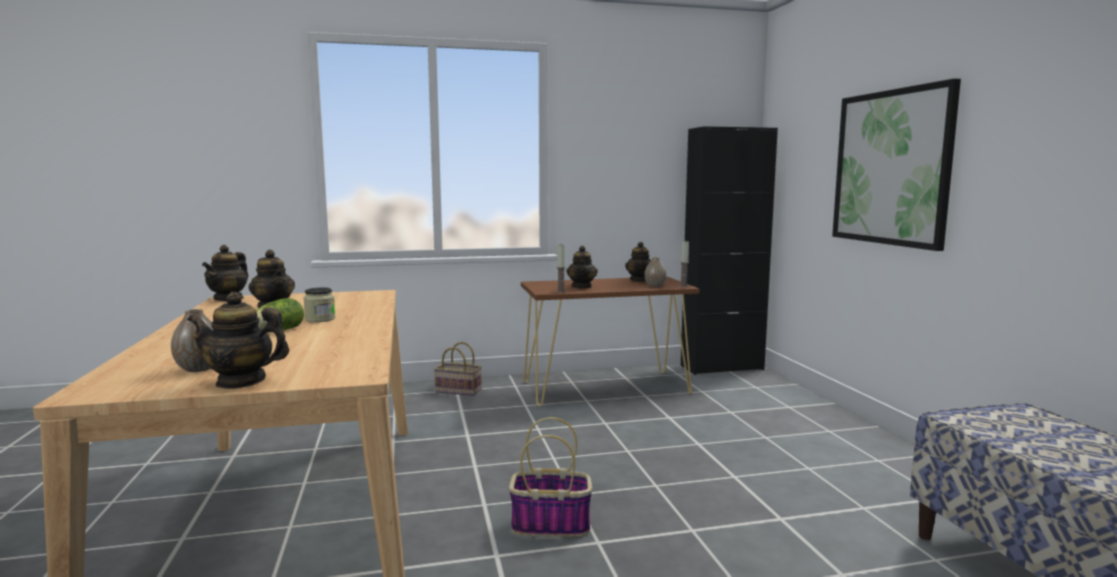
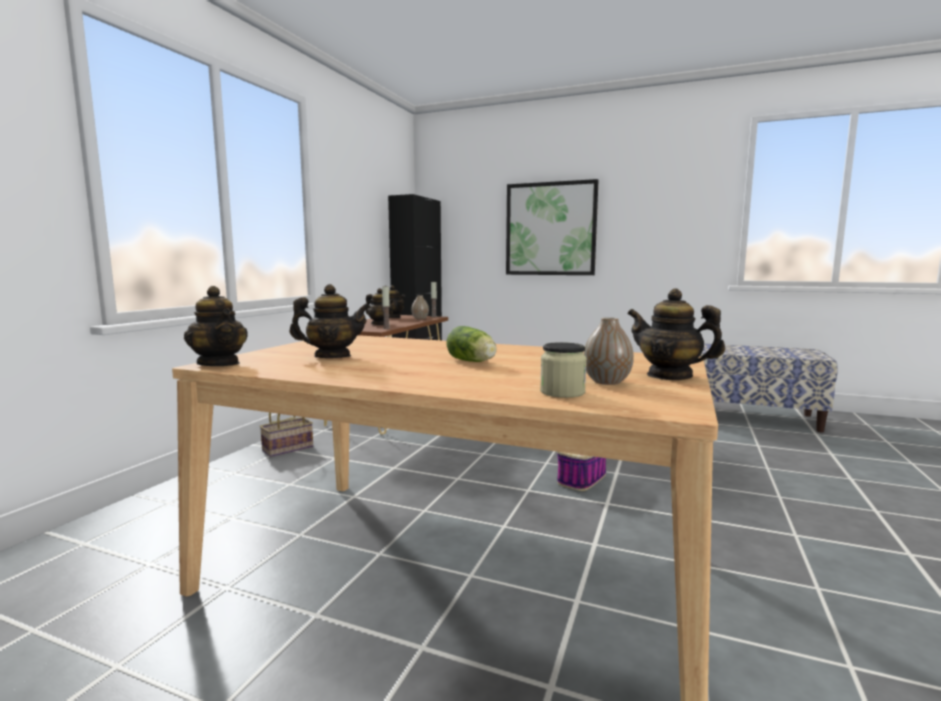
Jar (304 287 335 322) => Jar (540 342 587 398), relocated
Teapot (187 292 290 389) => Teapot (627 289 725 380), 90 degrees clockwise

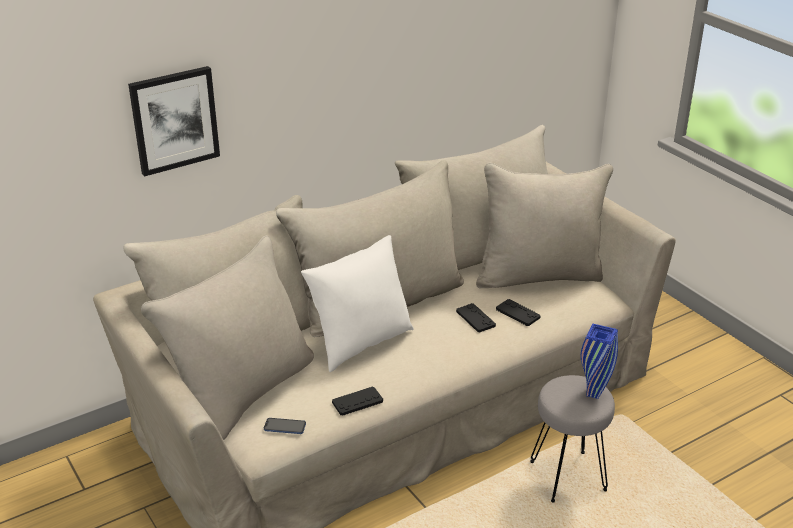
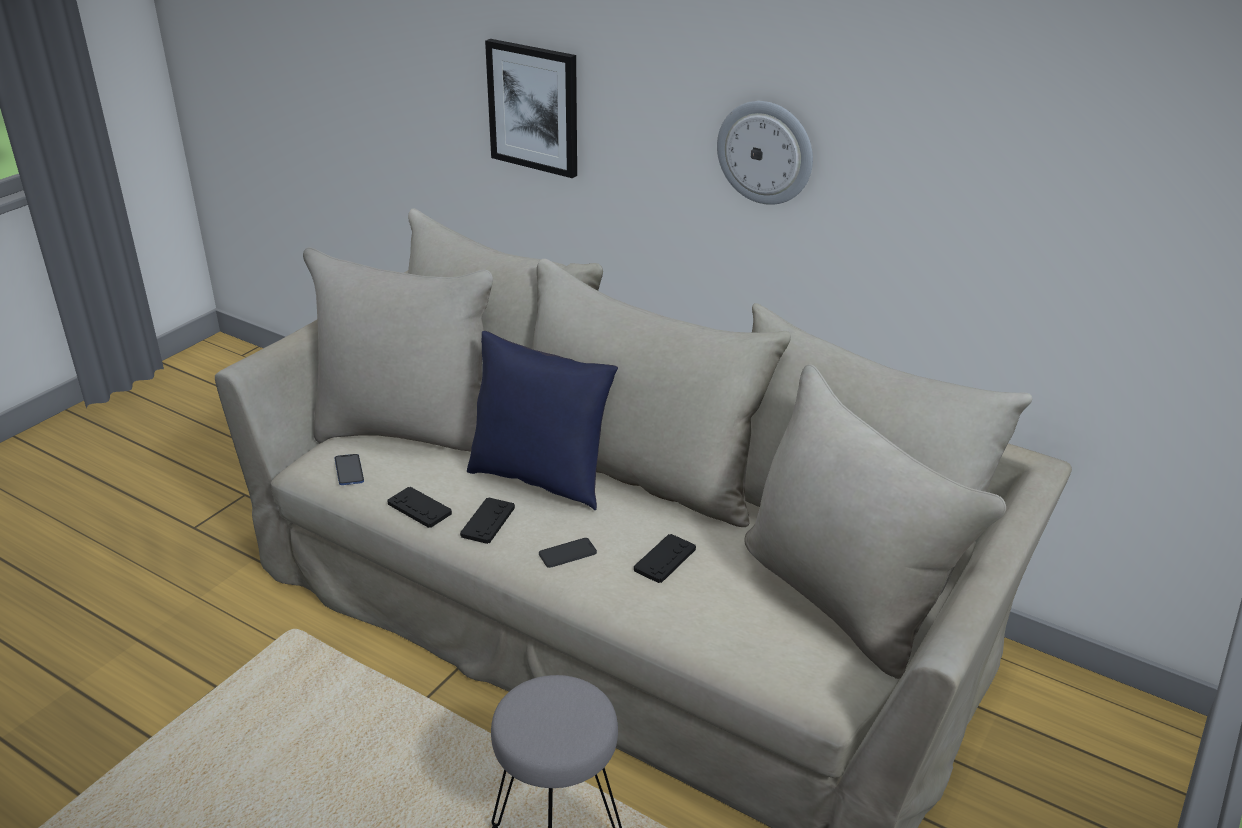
WhitePillow (301 235 414 372) => BluePillow (467 331 618 510)
BlackGameController (496 299 541 326) => BlackGameController (460 497 515 544), relocated
BlueVase (581 324 618 399) => nothing
nothing => WallClock (717 101 813 205)
nothing => Phone (539 538 597 568)

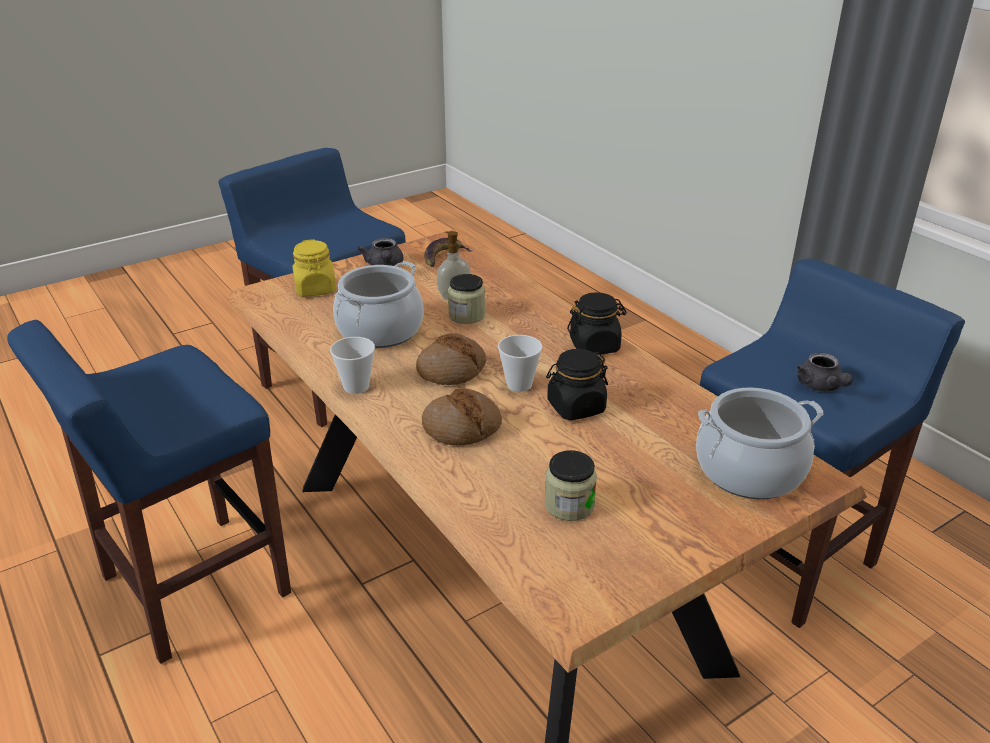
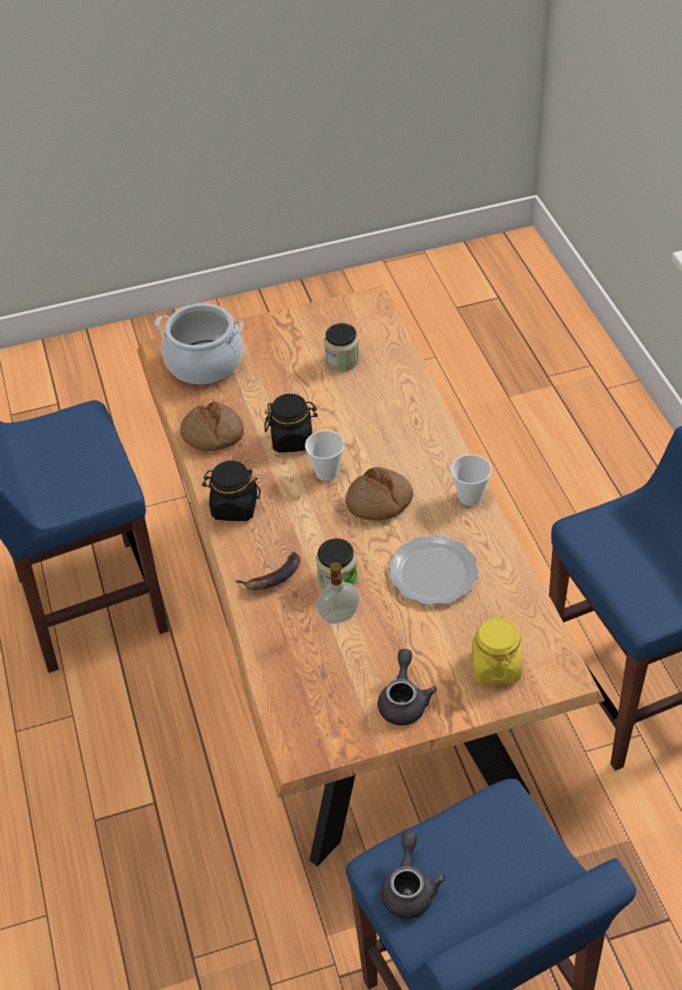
Banana (424 238 473 267) => Banana (235 552 301 590), relocated
CookingPot (333 261 424 348) => Plate (389 535 479 606)
GreyTeapot (797 353 853 392) => GreyTeapot (381 831 446 919), relocated
Bread (422 388 502 446) => Bread (181 402 244 451), relocated

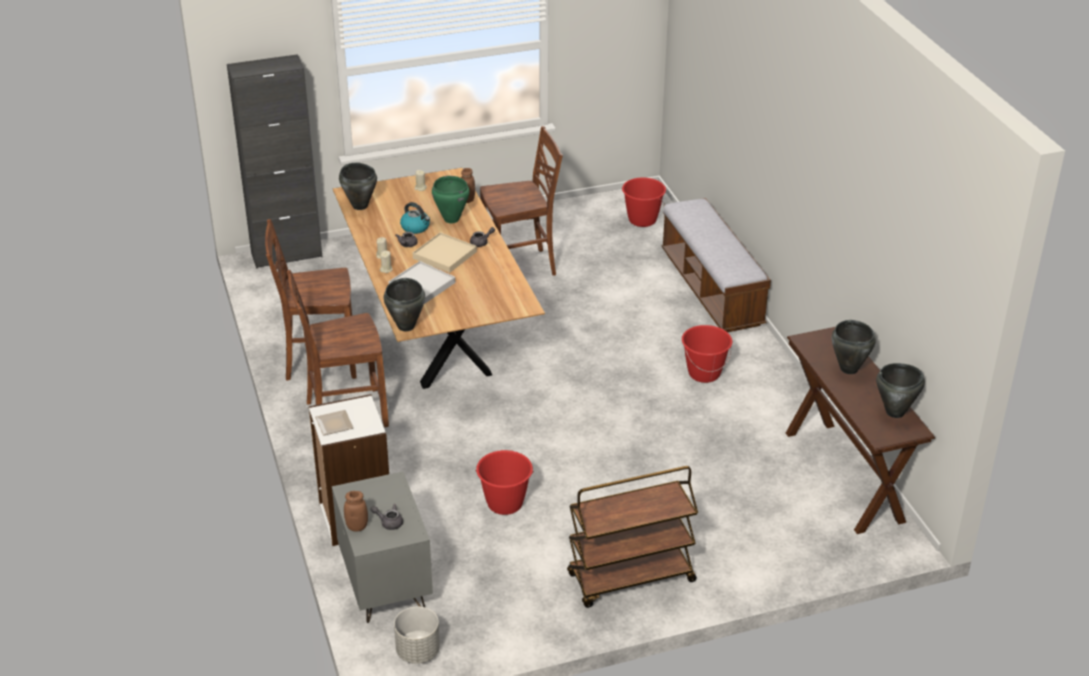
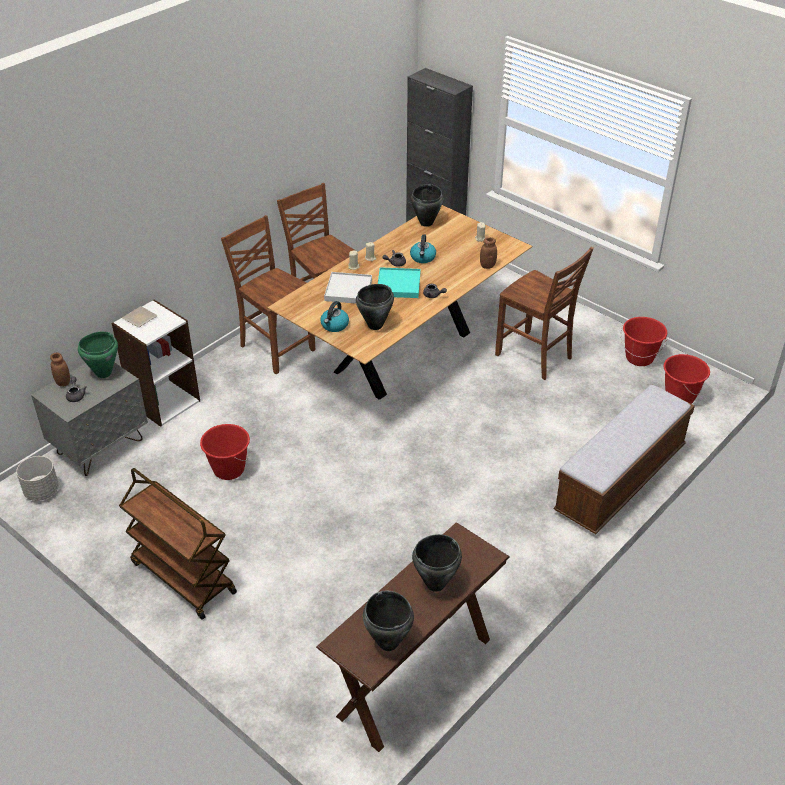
GreenCookingPot (432 176 470 223) => GreenCookingPot (78 331 118 378), relocated
BeigeTray (413 232 477 273) => TurquoiseTray (378 267 420 298)
BlackCookingPot (384 278 425 331) => BlackCookingPot (356 284 394 330), relocated
RedBucket (682 325 732 383) => RedBucket (621 317 667 366), relocated
nothing => Kettle (320 301 349 332)

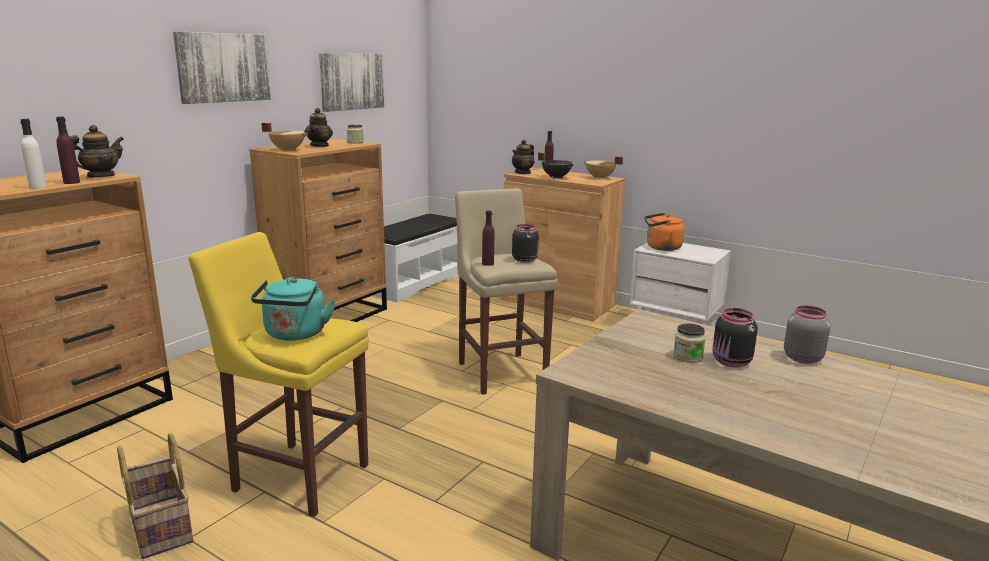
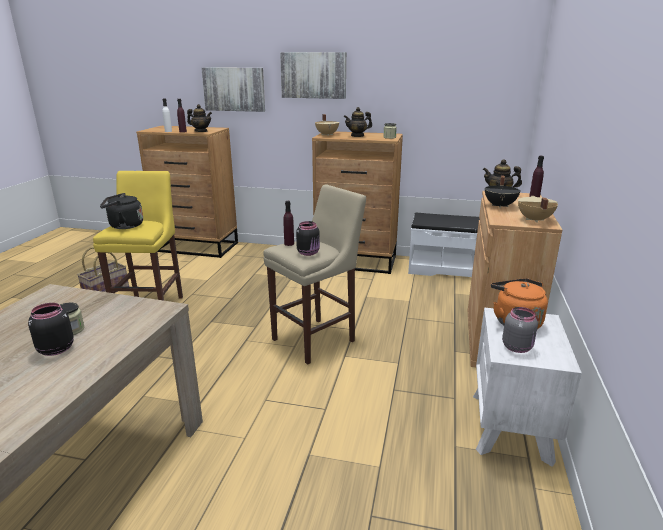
Picture (319 53 384 112) => Picture (201 67 265 112), relocated
TurquoiseKettle (251 277 335 341) => BlackKettle (100 193 143 229)
GreyJar (784 305 831 364) => GreyJar (502 307 538 353), relocated

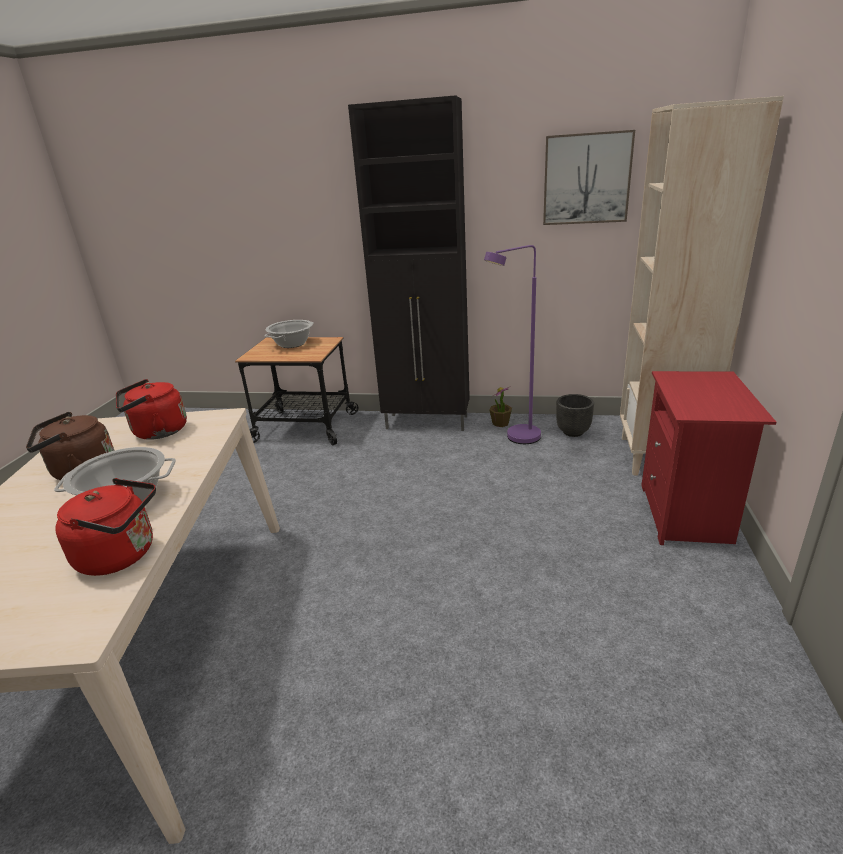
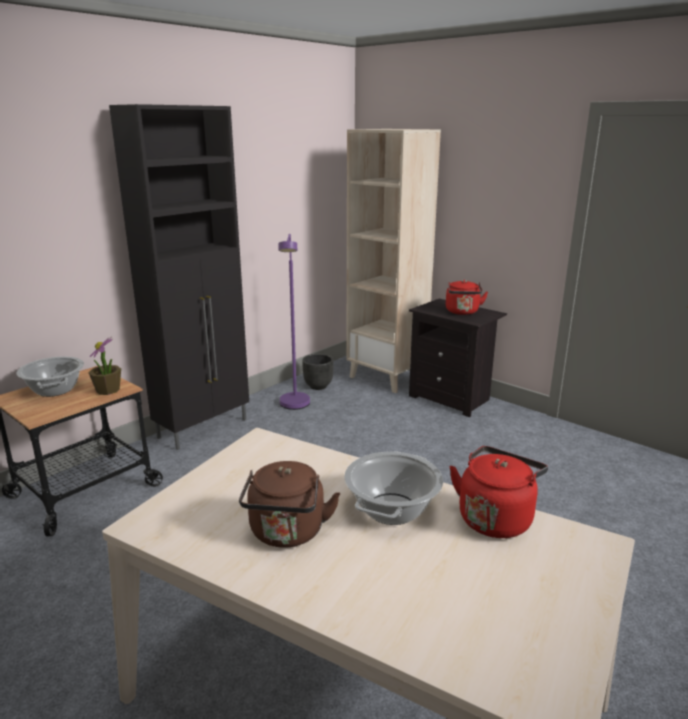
Picture (543 130 635 225) => nothing
RedNightstand (641 371 776 545) => BlackNightstand (409 299 507 417)
RedKettle (116 379 187 440) => RedKettle (446 280 488 315), relocated
PottedPlant (490 386 512 427) => PottedPlant (88 338 121 395), relocated

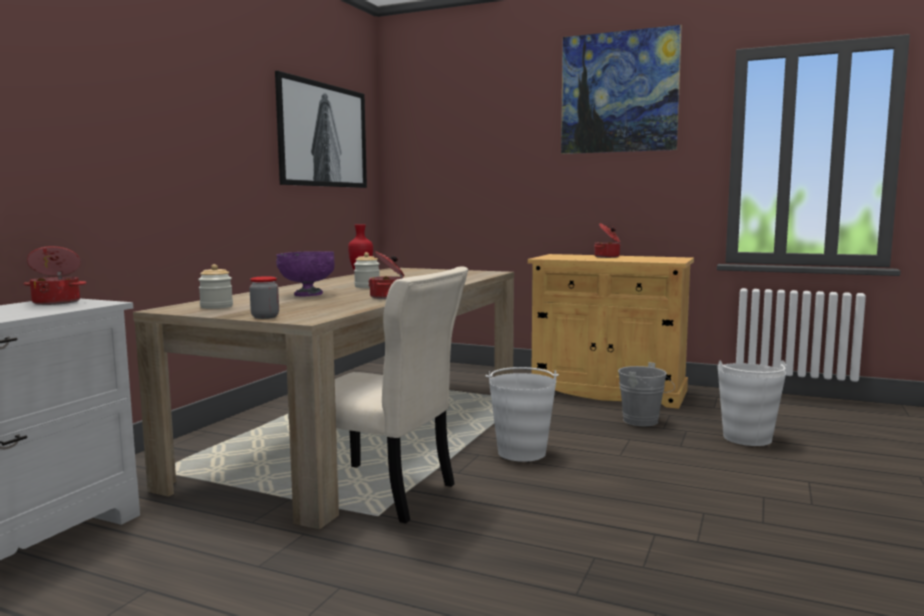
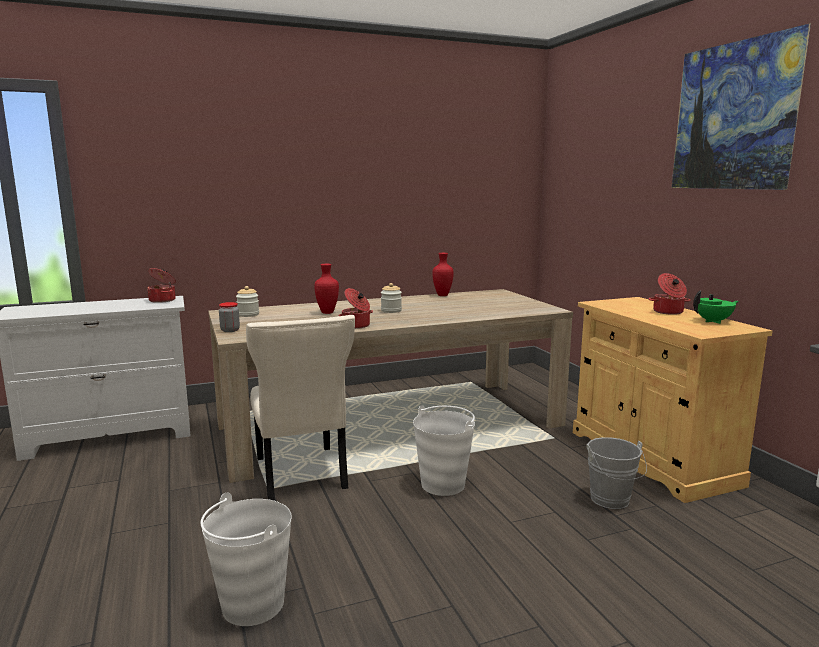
Picture (275 71 367 188) => nothing
PurpleBowl (276 251 335 296) => RedVase (314 264 339 314)
WhiteBucket (717 360 788 446) => WhiteBucket (200 493 292 626), relocated
nothing => GreenTeapot (693 291 738 324)

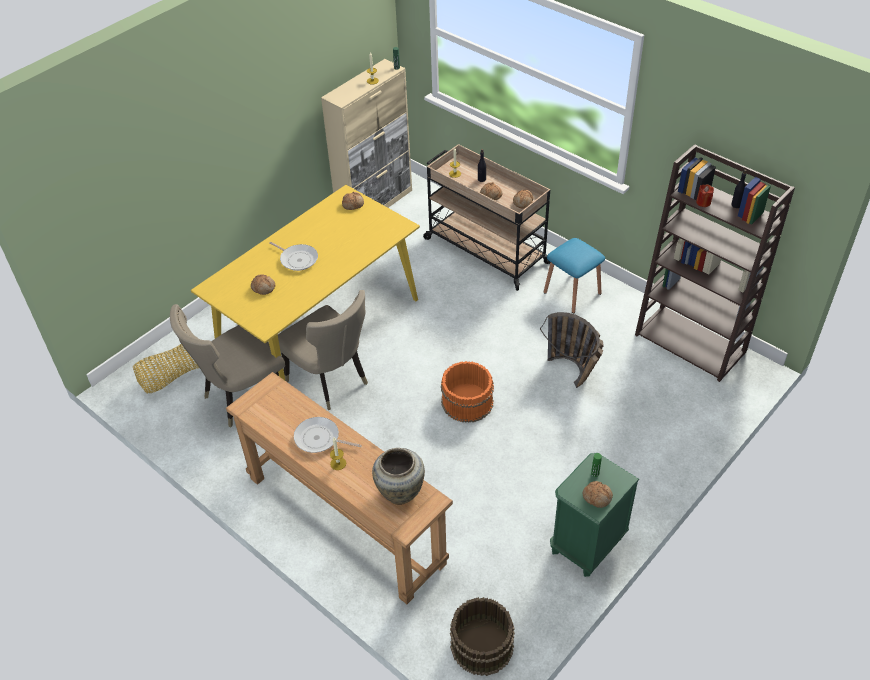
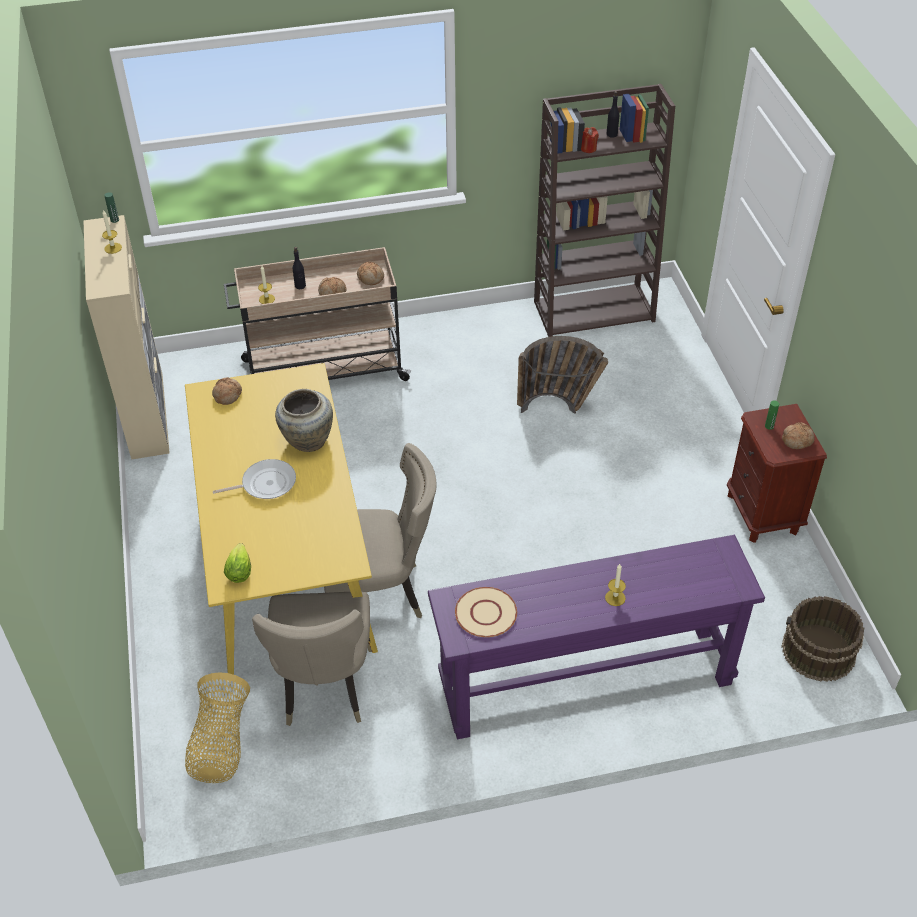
BlueStool (544 238 605 313) => nothing
Bread (251 274 275 295) => nothing
OrangeBucket (441 361 494 423) => nothing
BrownConsoleTable (226 372 453 604) => PurpleConsoleTable (428 535 765 739)
FryingPan (294 417 362 453) => nothing
BeigeVase (372 448 425 505) => BeigeVase (275 389 333 452), relocated
GreenNightstand (550 453 639 577) => BrownNightstand (727 404 827 543)
nothing => Lettuce (224 543 251 583)
nothing => BeigePlate (455 587 517 637)

